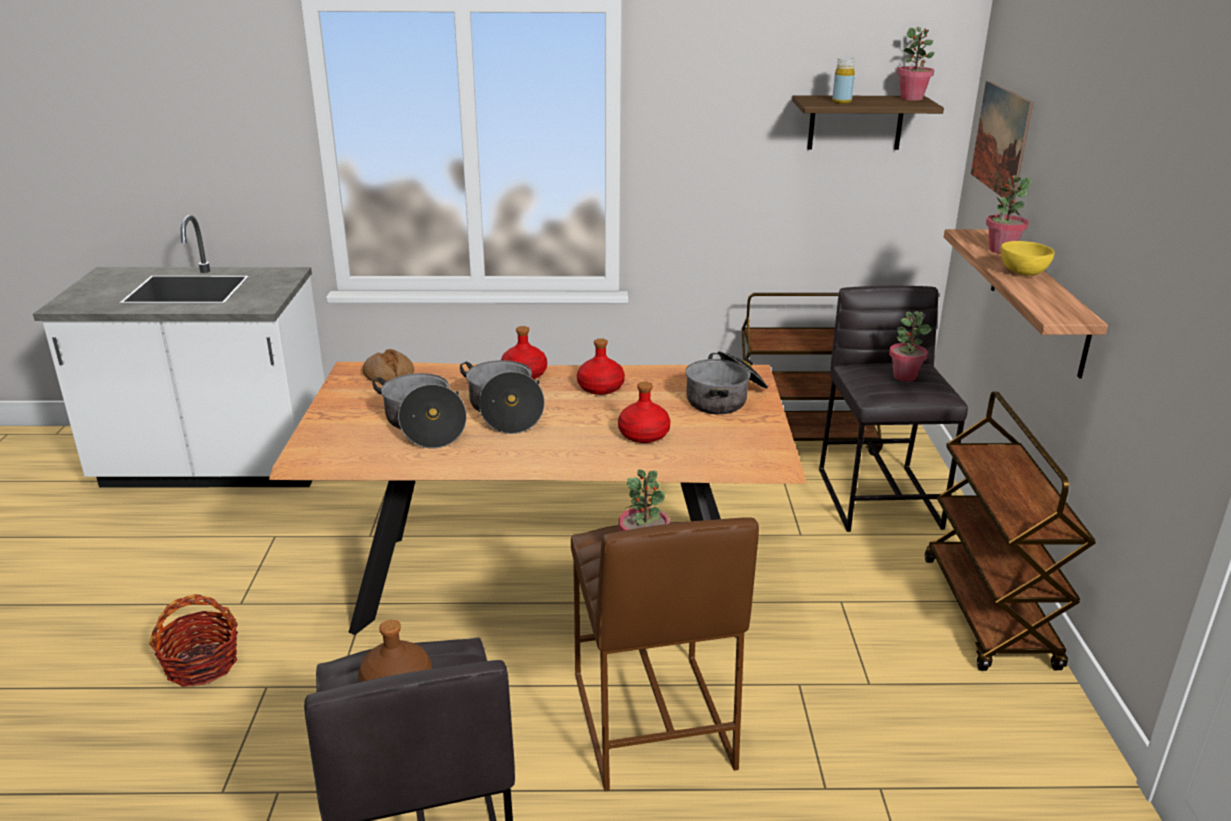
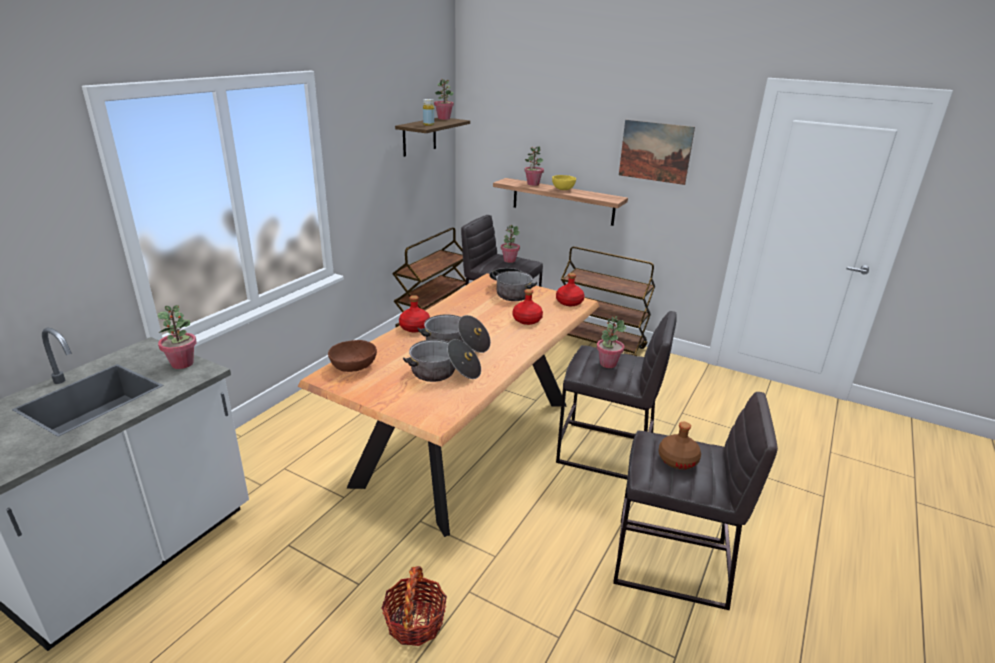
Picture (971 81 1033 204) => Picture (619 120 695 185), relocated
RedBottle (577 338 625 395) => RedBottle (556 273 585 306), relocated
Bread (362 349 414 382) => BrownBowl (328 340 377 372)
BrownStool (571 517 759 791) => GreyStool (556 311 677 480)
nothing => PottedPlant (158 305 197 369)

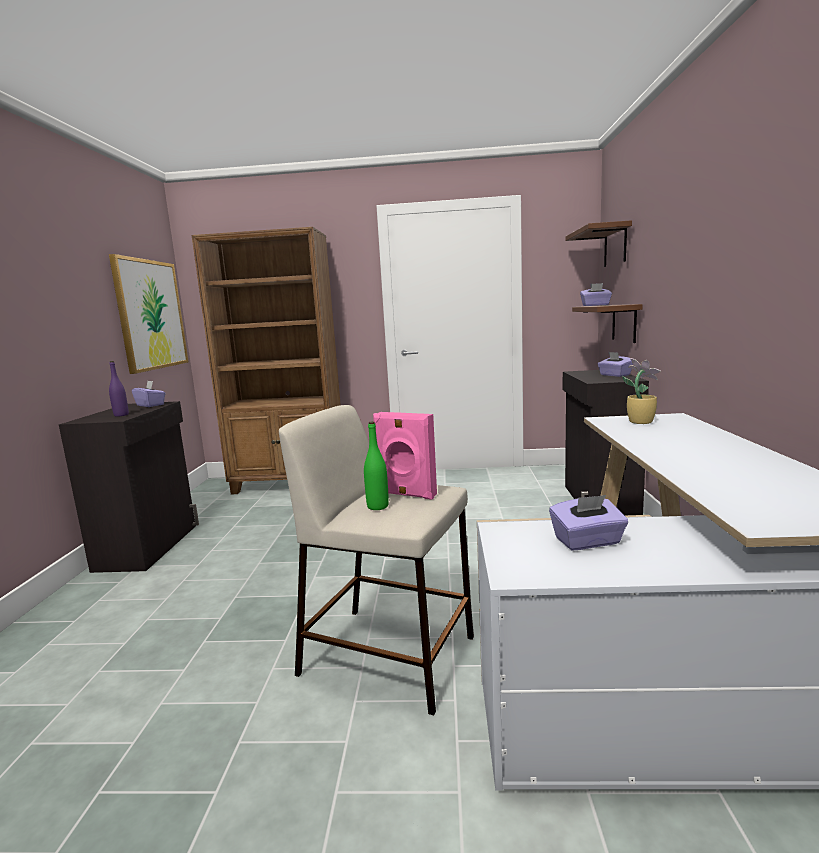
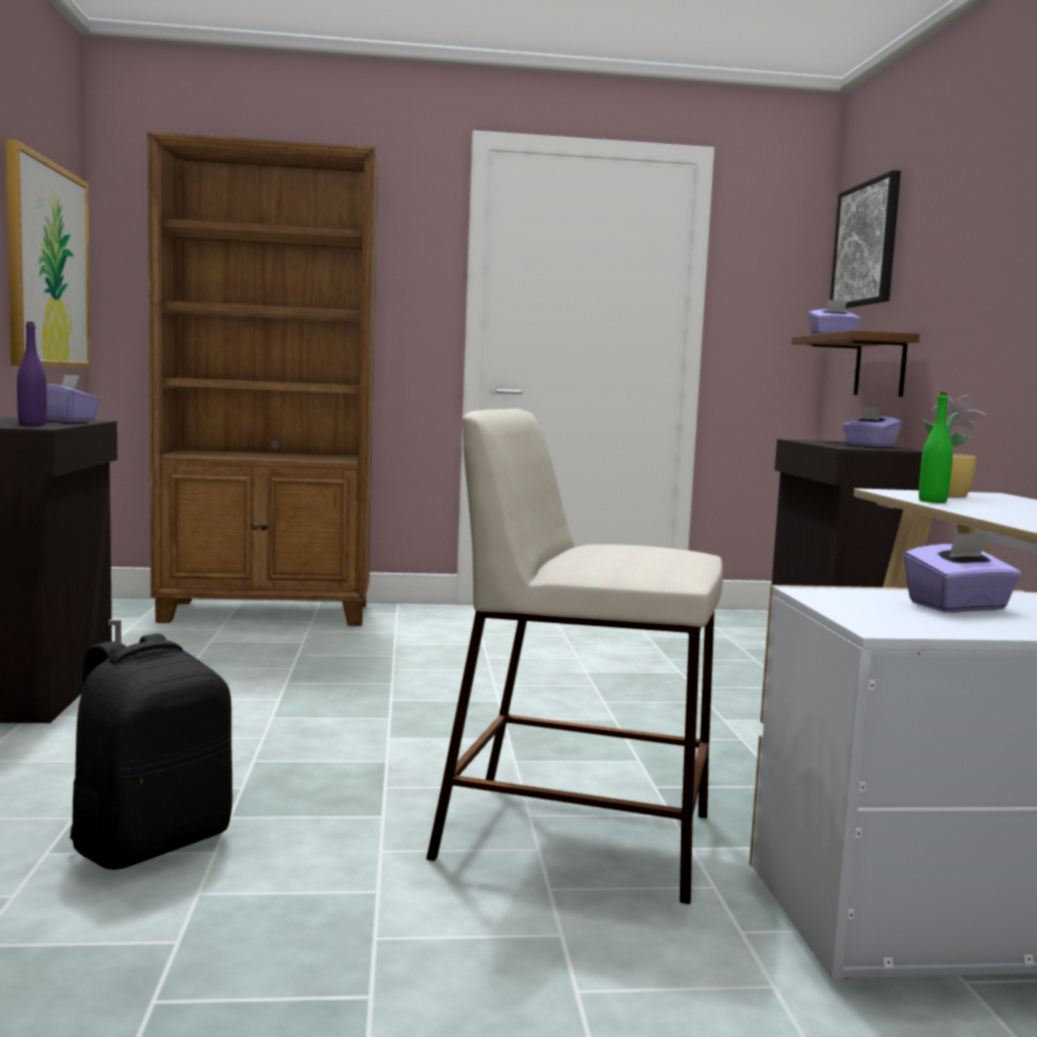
BrownShelf (565 220 632 267) => Picture (830 170 901 308)
PinkSpeaker (373 412 437 500) => nothing
GreenBottle (364 421 389 510) => GreenBottle (919 392 953 503), relocated
nothing => BlackBackpack (70 633 232 870)

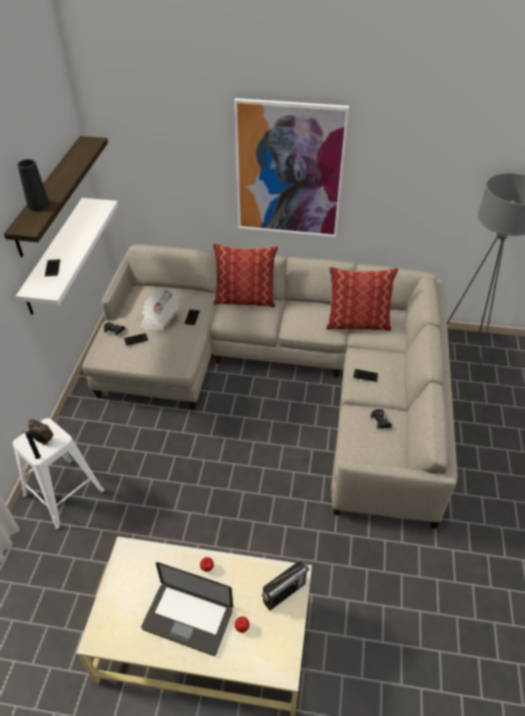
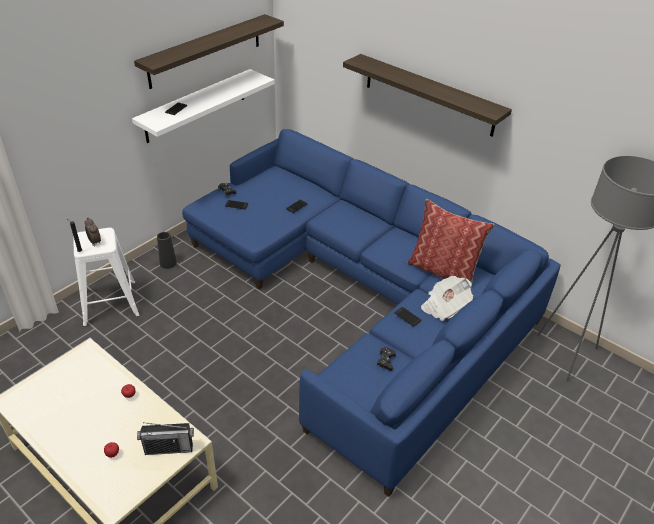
Picture (234 98 349 238) => Shelf (343 54 512 137)
BlackVase (17 159 50 211) => BlackVase (157 232 177 269), relocated
Pillow (213 243 278 308) => nothing
BeigeSofa (82 244 457 529) => BlueSofa (182 129 561 497)
Newspaper (140 290 179 331) => Newspaper (421 276 473 321), relocated
Laptop (141 562 233 656) => nothing

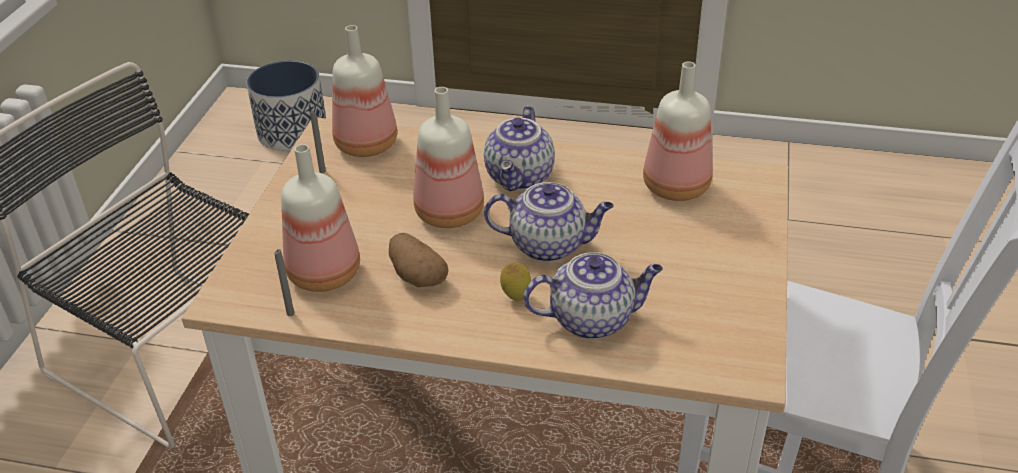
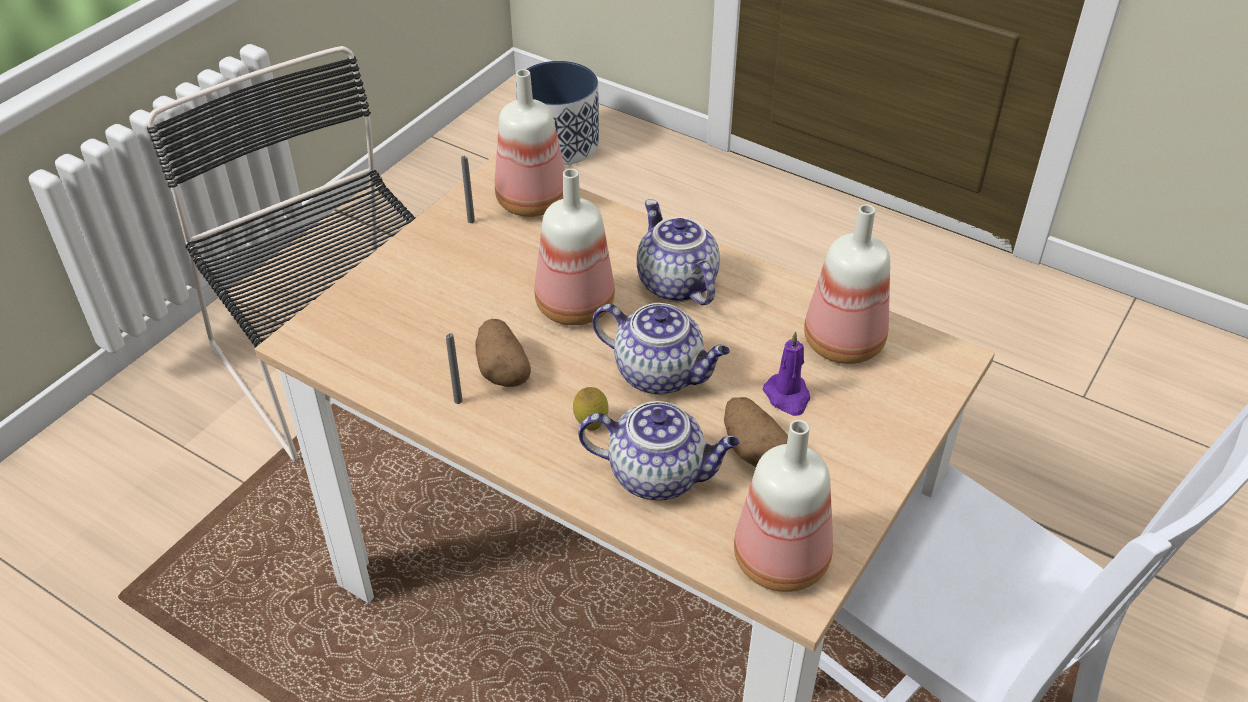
Teapot (484 105 555 191) => Teapot (637 199 720 305), 120 degrees clockwise
Bottle (281 144 360 292) => Bottle (734 420 833 592), relocated
GreyCandle (274 249 294 316) => GreyCandle (446 333 463 404), relocated
nothing => PurpleCandle (763 331 810 416)
nothing => Potato (724 397 788 467)

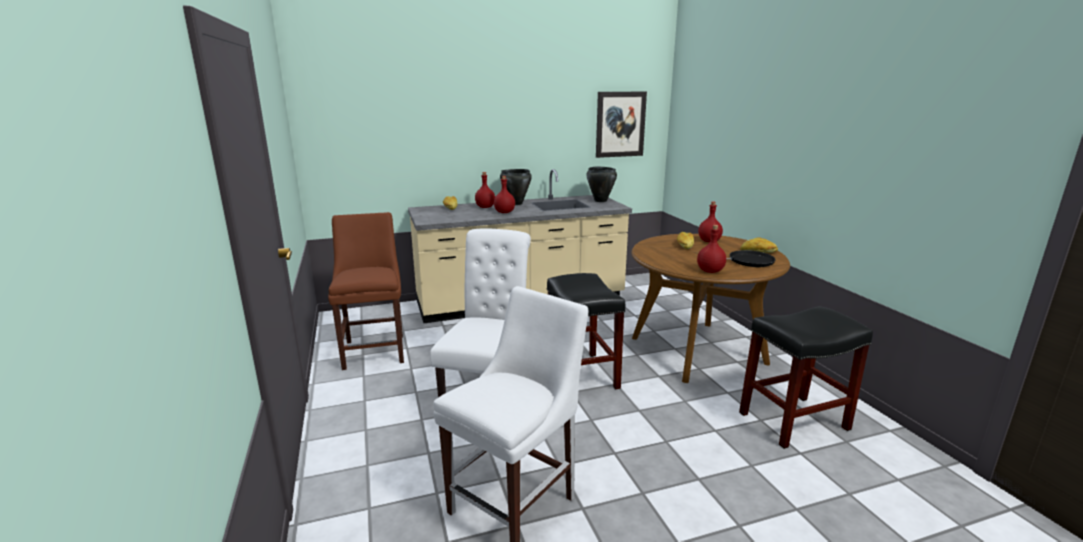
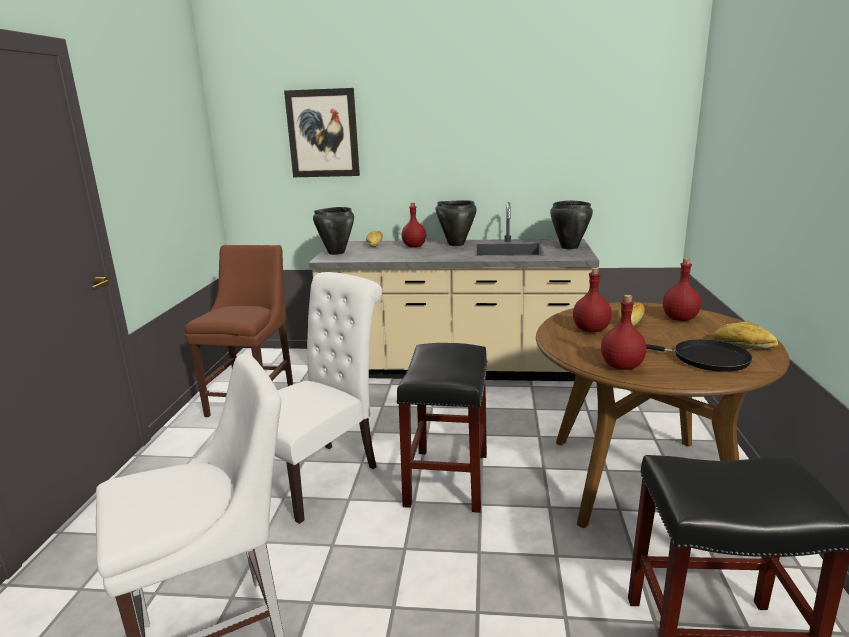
Picture (596 92 647 158) => Picture (284 88 360 177), relocated
RedBottle (494 176 515 213) => RedBottle (573 268 612 333), relocated
nothing => BlackCookingPot (313 207 354 255)

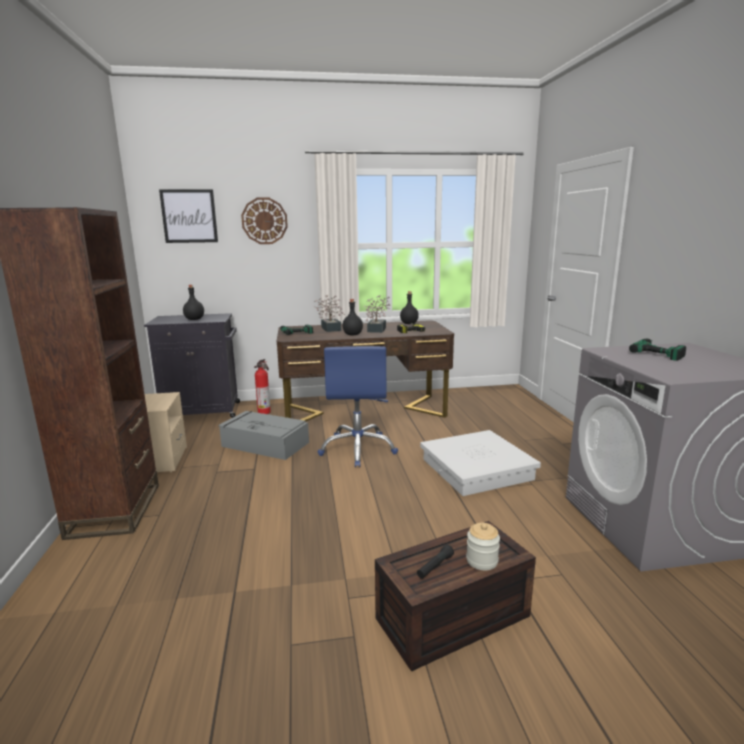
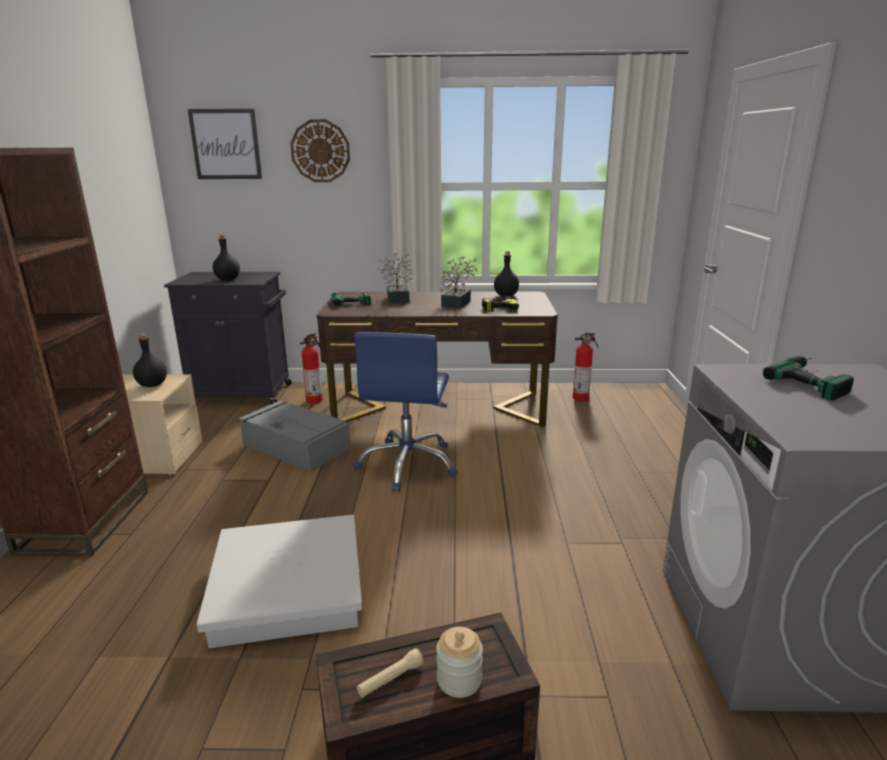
BlackBottle (342 299 363 335) => BlackBottle (133 334 167 387), relocated
WhiteStorageBox (420 430 541 496) => WhiteStorageBox (197 515 362 648), relocated
BlackFlashlight (417 545 454 579) => BeigeFlashlight (357 648 424 698)
nothing => FireExtinguisher (573 332 598 401)

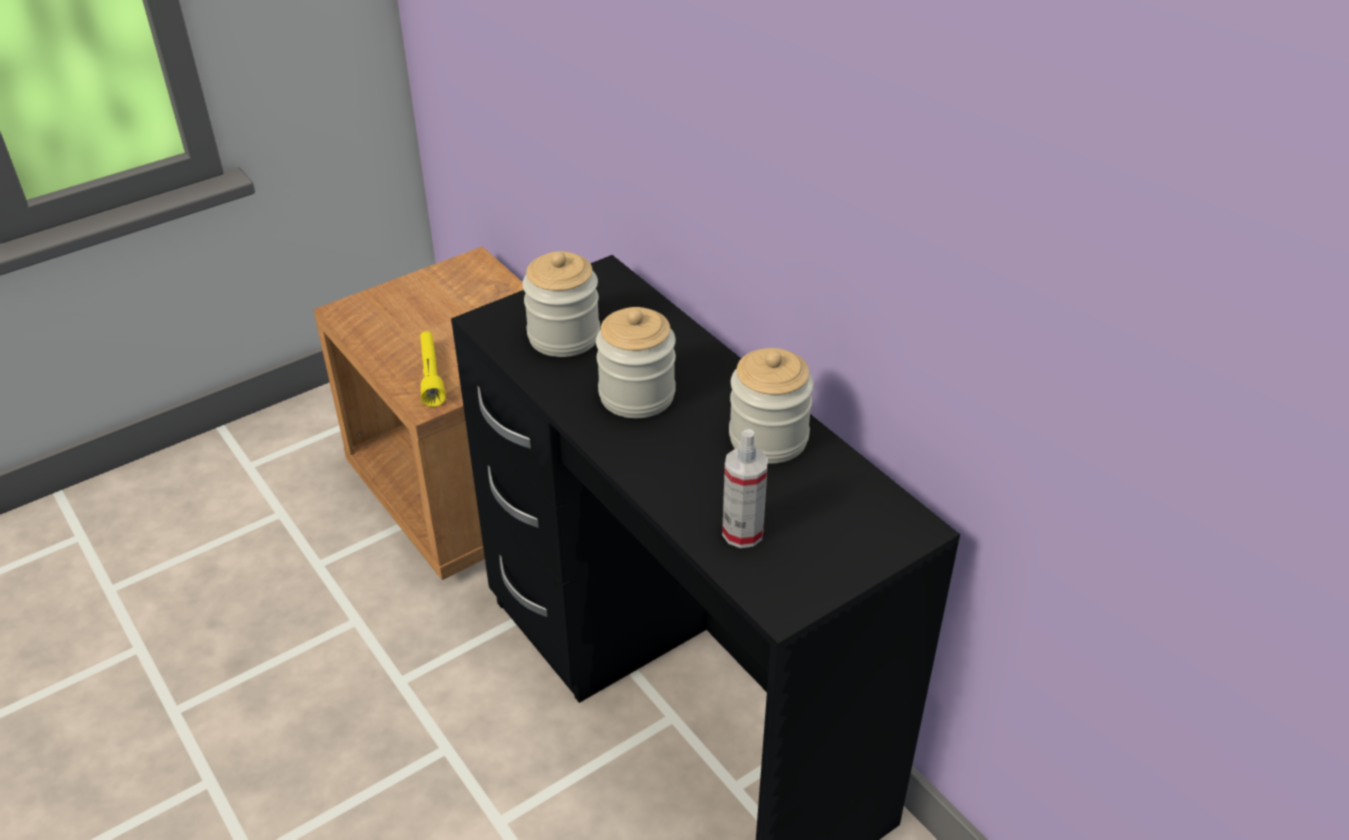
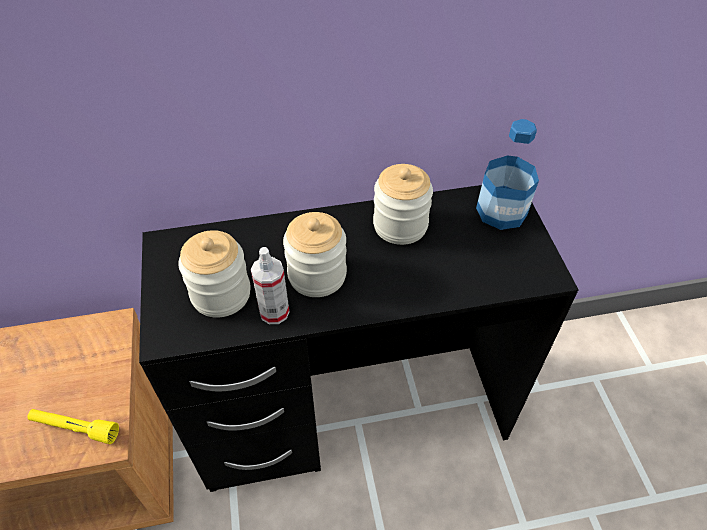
SprayBottle (722 429 768 548) => SprayBottle (251 247 290 324), relocated
nothing => Bottle (476 119 539 230)

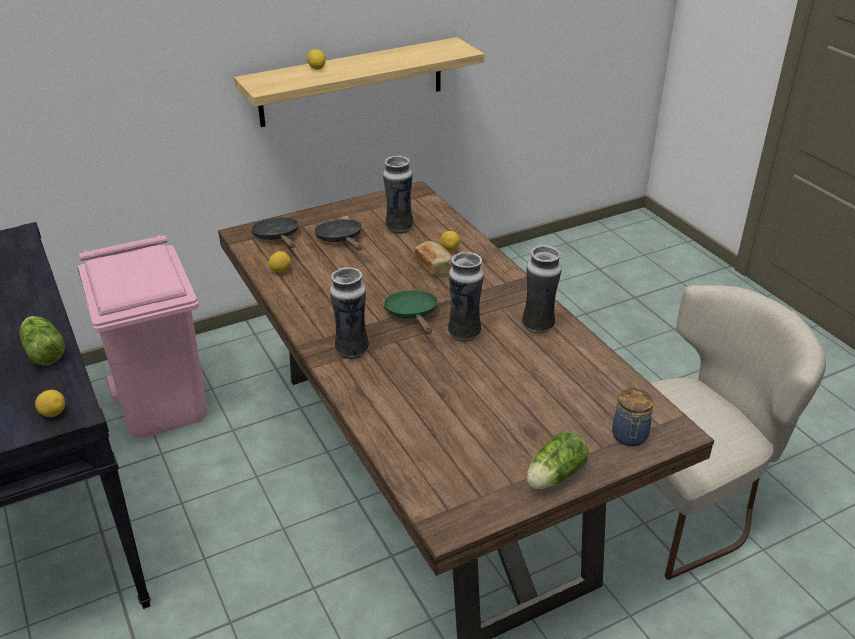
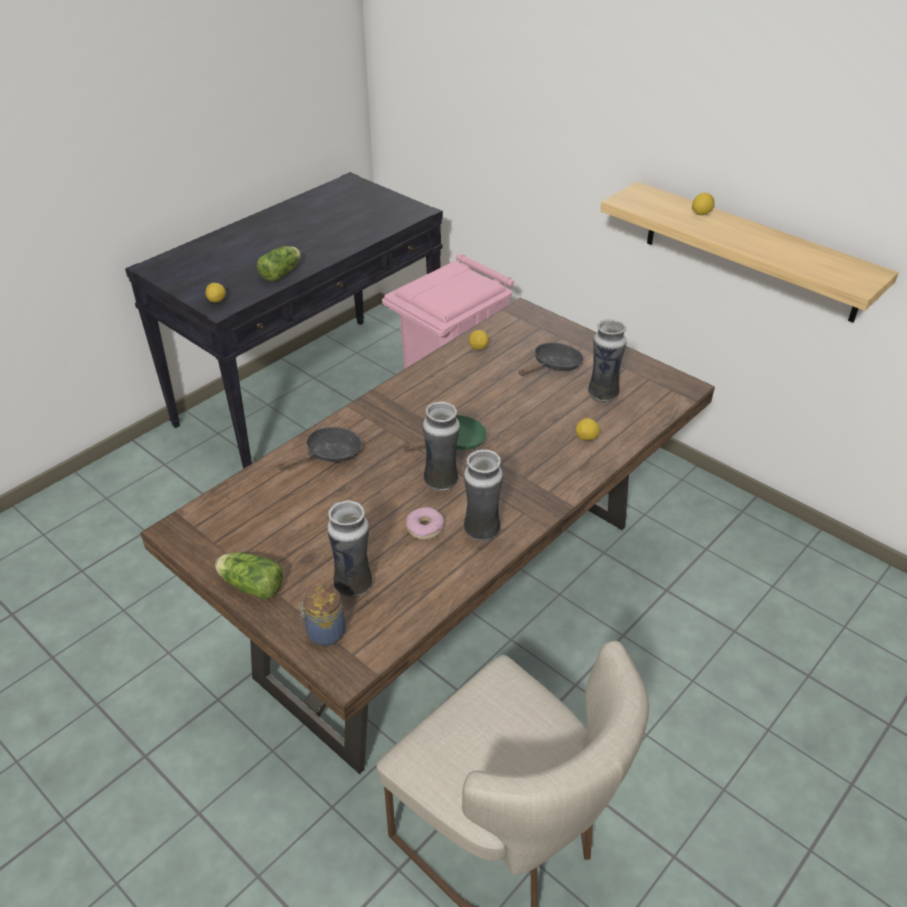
BlackFryingPan (251 217 299 248) => BlackFryingPan (278 427 362 470), relocated
Bread (415 241 453 276) => nothing
Vase (330 267 369 359) => Vase (327 500 372 598), relocated
nothing => Donut (406 507 444 540)

